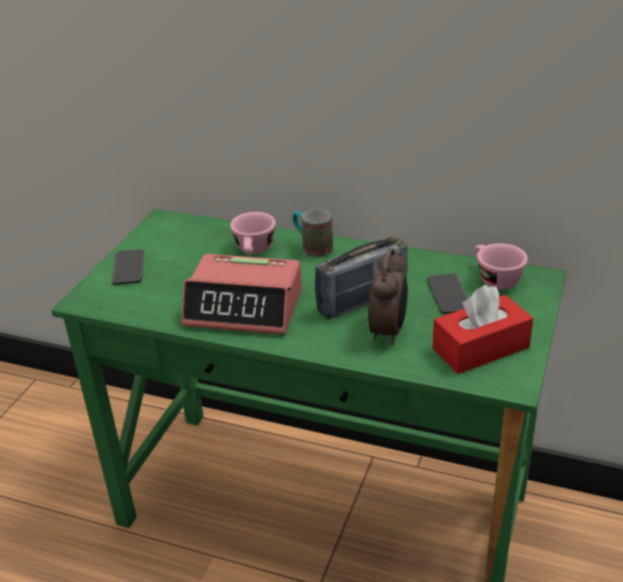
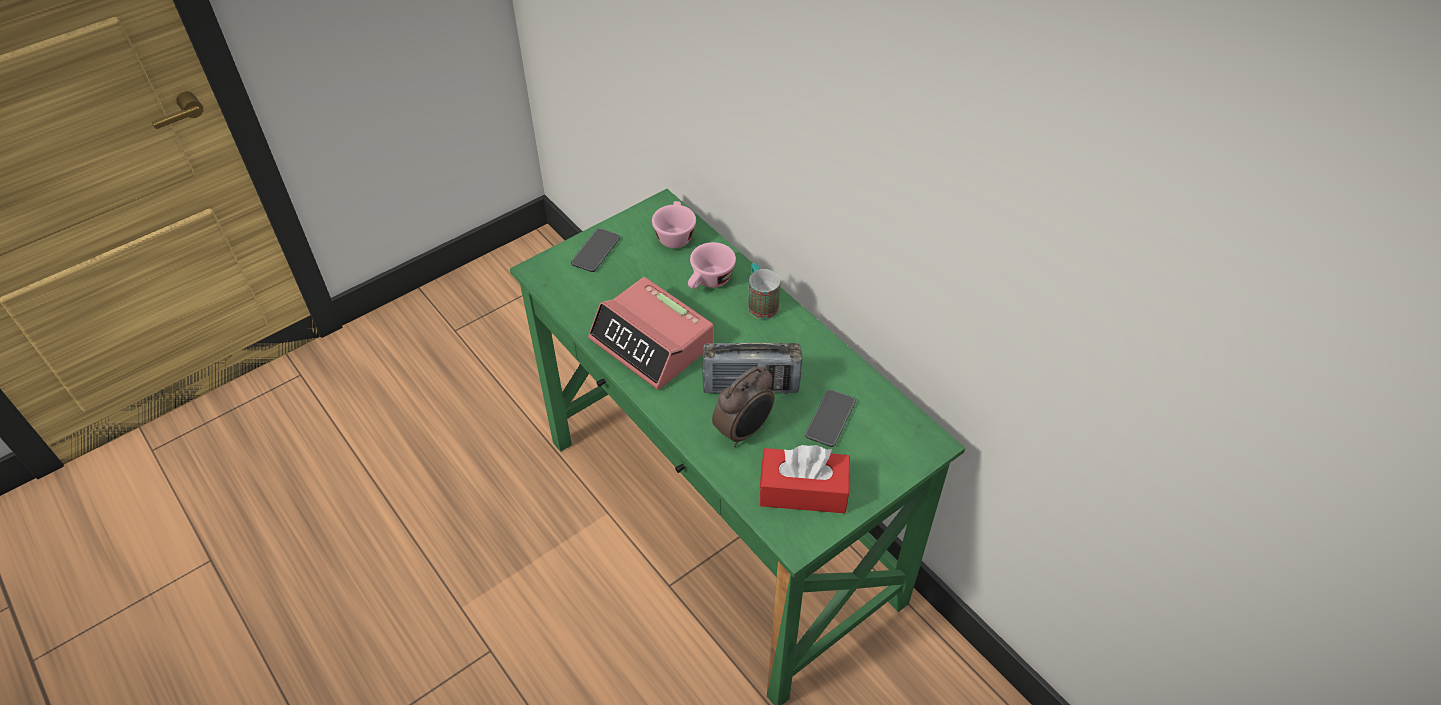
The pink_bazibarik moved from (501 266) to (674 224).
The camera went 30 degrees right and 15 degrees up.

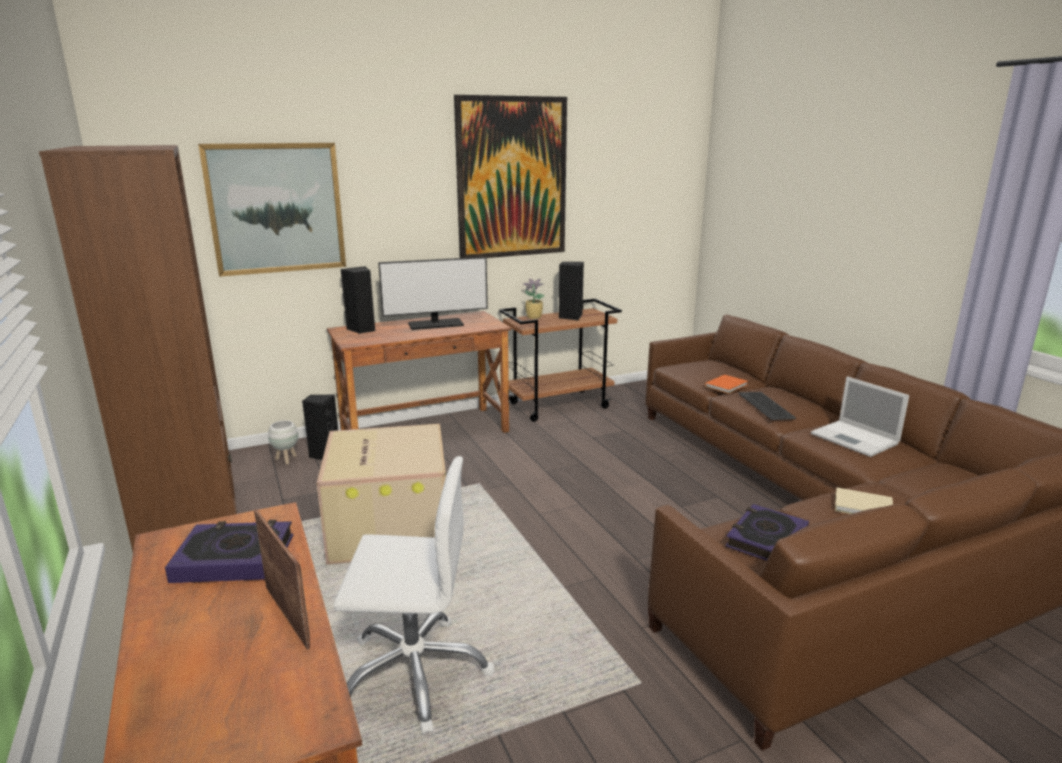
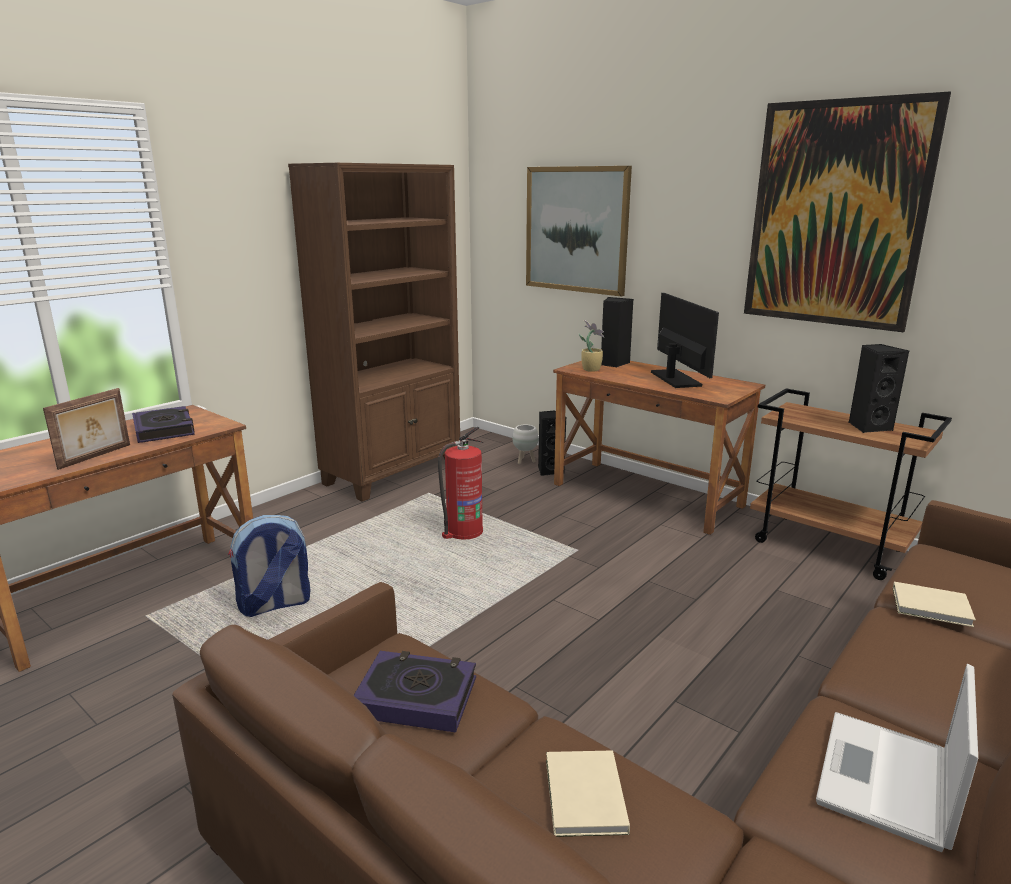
The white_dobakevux at (414 595) was replaced by the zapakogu at (269 566).
The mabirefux at (381 494) was replaced by the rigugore at (460 483).
The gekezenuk moved from (534 299) to (591 346).
The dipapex at (433 293) turned 150 degrees counterclockwise.
The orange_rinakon at (726 384) became the beige_rinakon at (934 604).
The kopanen at (767 406) disappeared.
The camera went 65 degrees right and 0 degrees up.

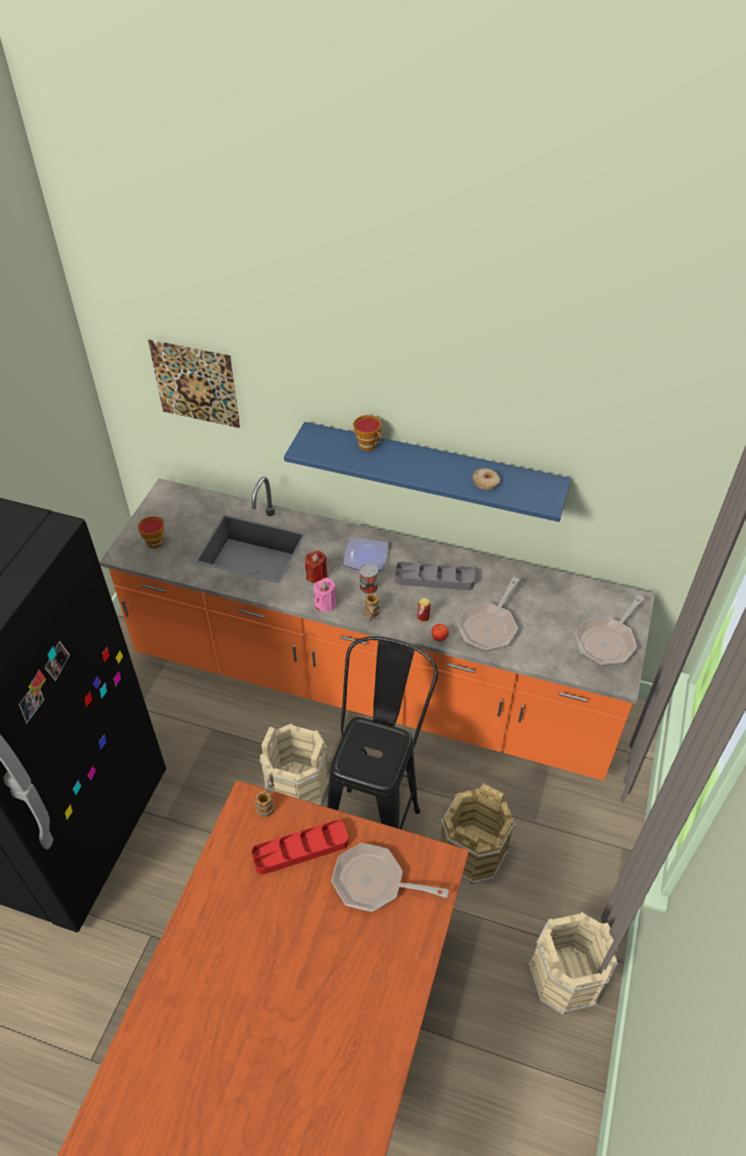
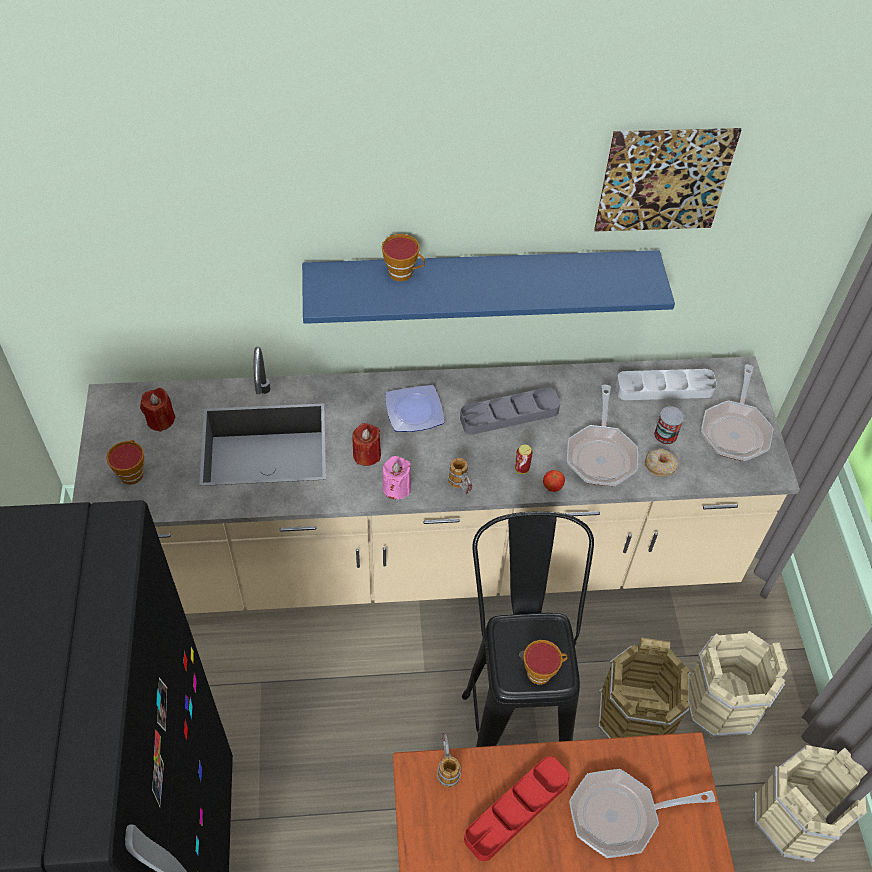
The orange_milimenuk at (377 629) became the beige_milimenuk at (436 480).
The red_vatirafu at (158 410) appeared.
The bazibarik at (545 662) appeared.
The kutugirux moved from (194 383) to (667 180).
The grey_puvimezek at (666 384) appeared.
The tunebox moved from (486 479) to (662 463).
The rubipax moved from (368 578) to (669 425).
The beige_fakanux moved from (294 764) to (738 684).
The camera went 25 degrees left and 5 degrees up.

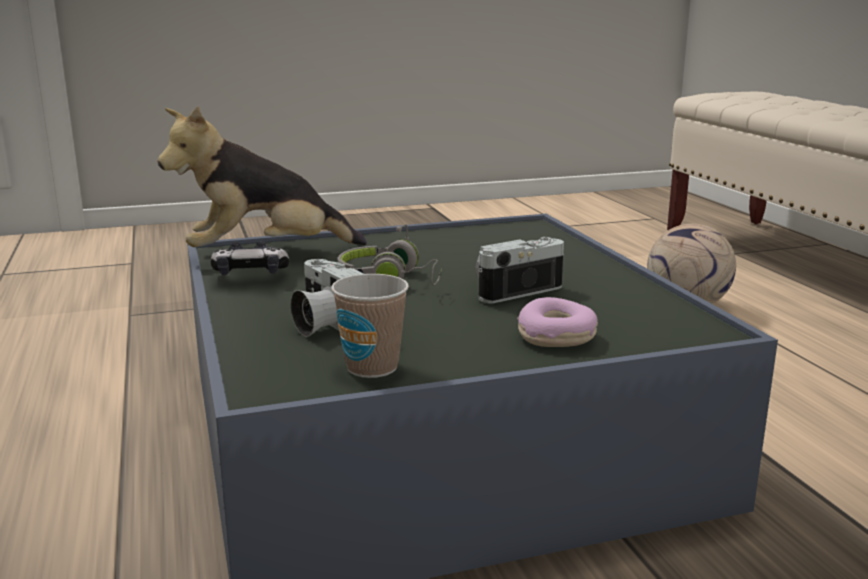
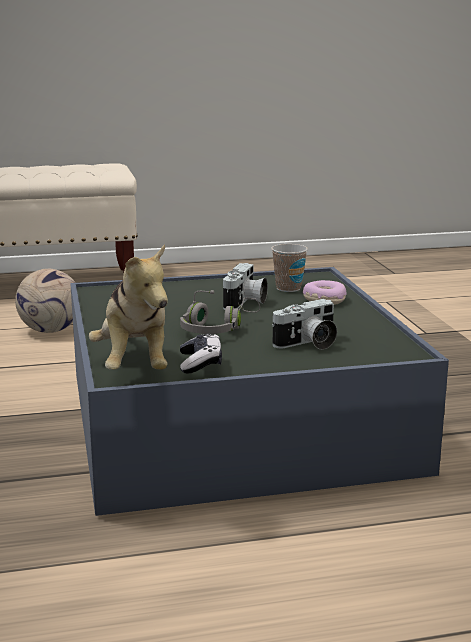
The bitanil at (519 270) turned 135 degrees counterclockwise.
The bazibarik moved from (370 326) to (289 268).
The camera went 85 degrees left and 0 degrees up.

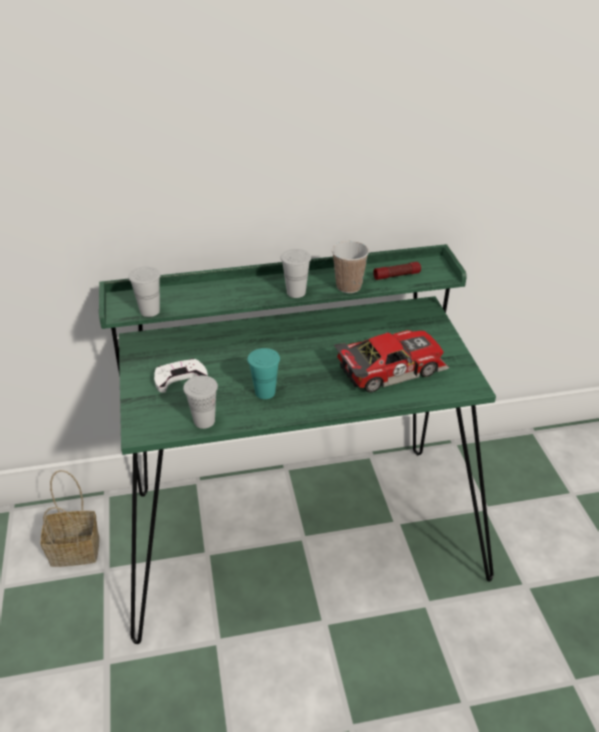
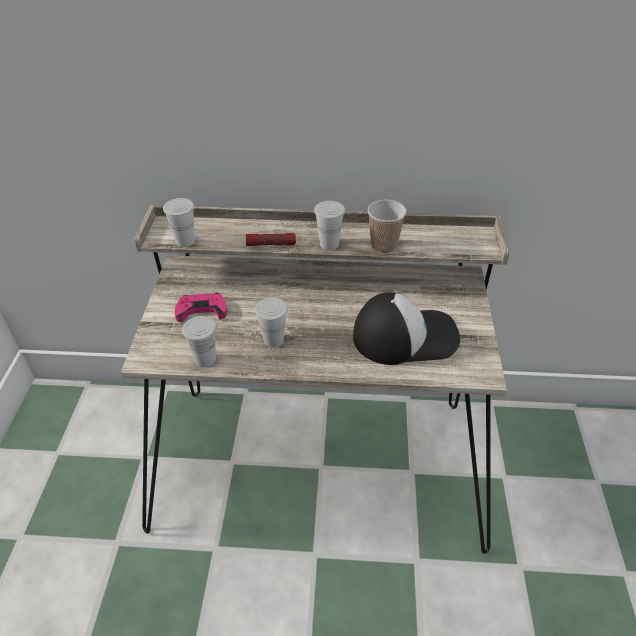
The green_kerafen at (297 444) became the beige_kerafen at (315 379).
The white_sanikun at (181 375) became the pink_sanikun at (201 307).
The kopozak moved from (397 271) to (271 239).
The turquoise_bazibarik at (263 373) became the white_bazibarik at (271 323).
The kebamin at (391 361) was replaced by the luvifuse at (406 329).
The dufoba at (69 518) disappeared.
The camera went 15 degrees right and 5 degrees up.

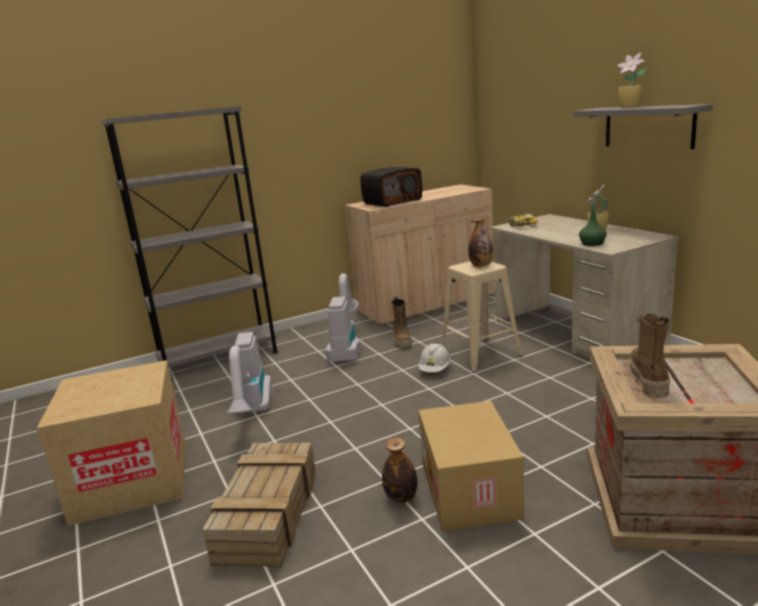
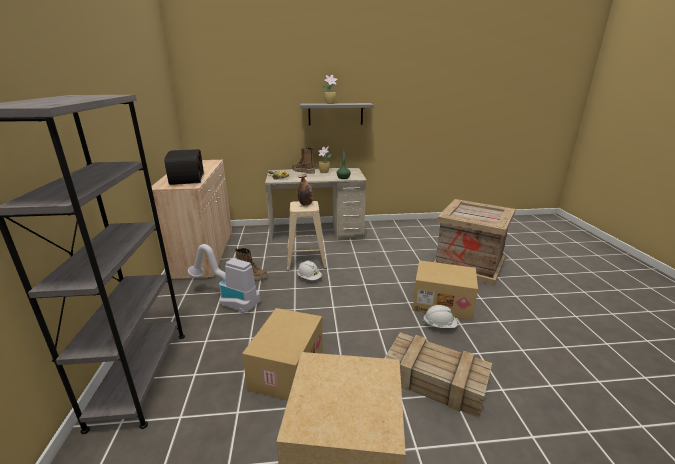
The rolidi at (249 373) was replaced by the mabirefux at (282 354).
The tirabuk moved from (650 356) to (303 160).
The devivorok at (399 470) was replaced by the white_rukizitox at (440 316).
The camera went 70 degrees left and 5 degrees up.

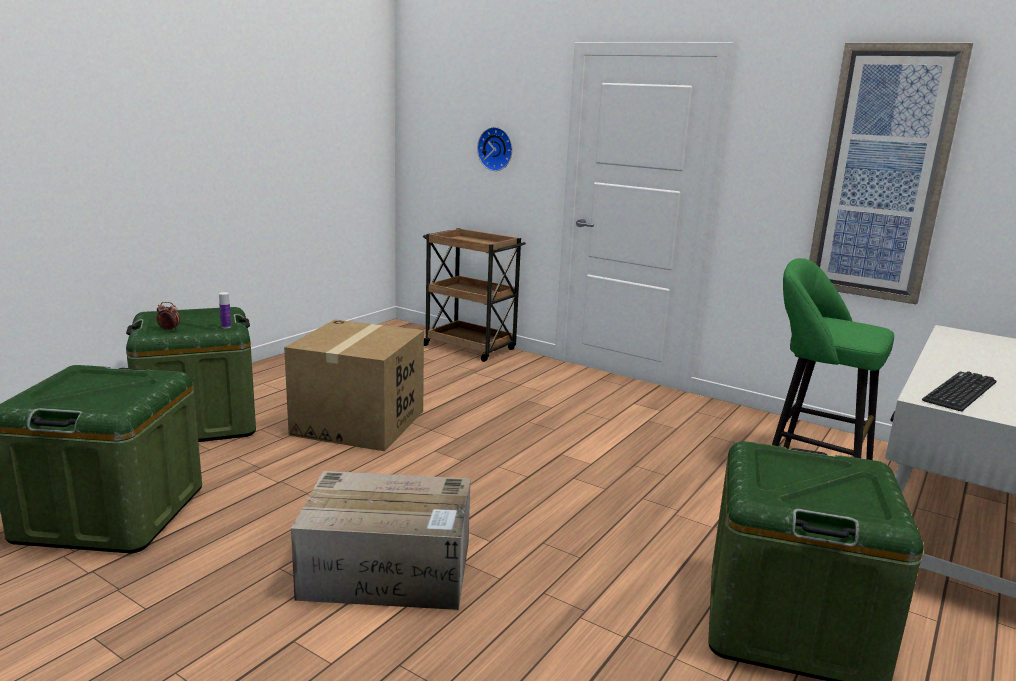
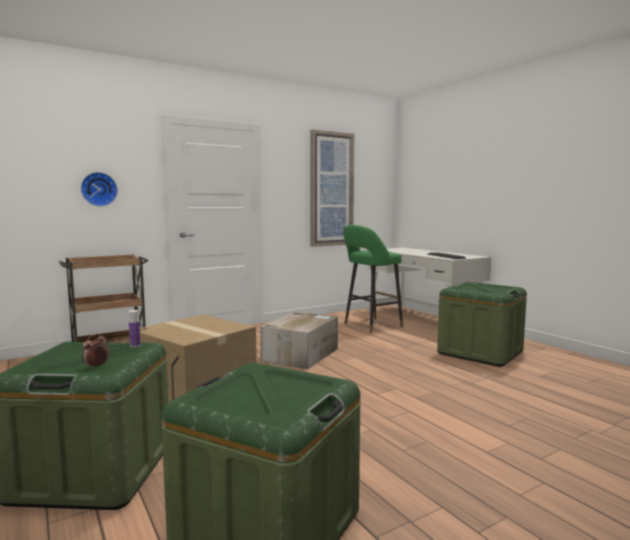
The mabirefux moved from (381 540) to (299 341).
The camera went 65 degrees left and 10 degrees down.

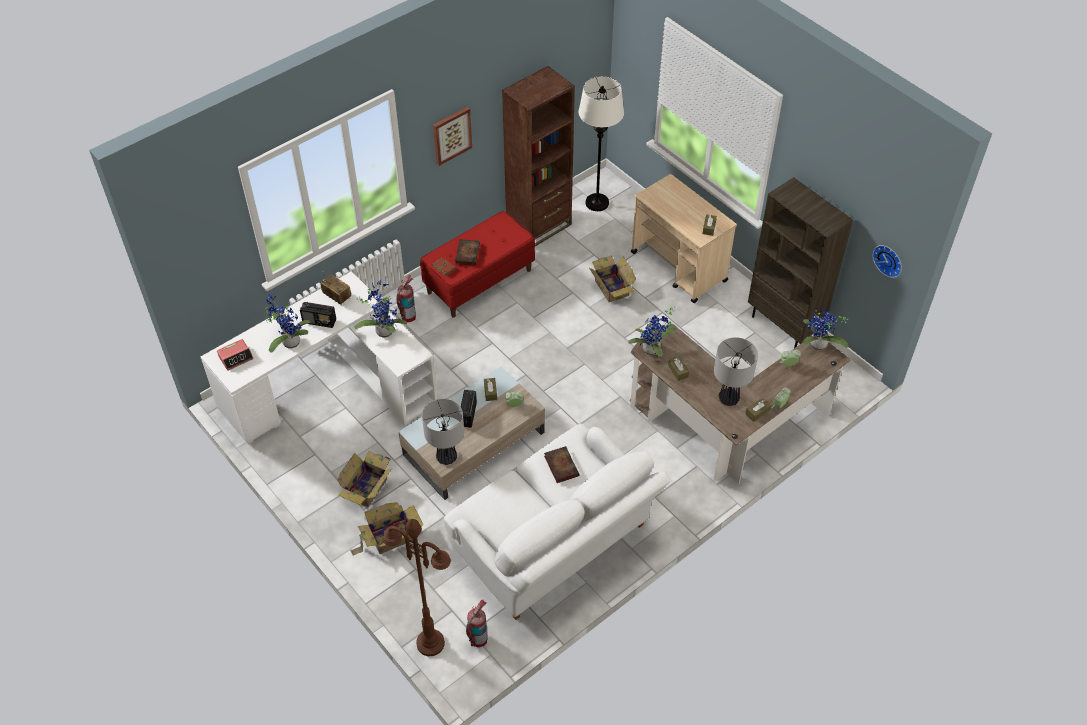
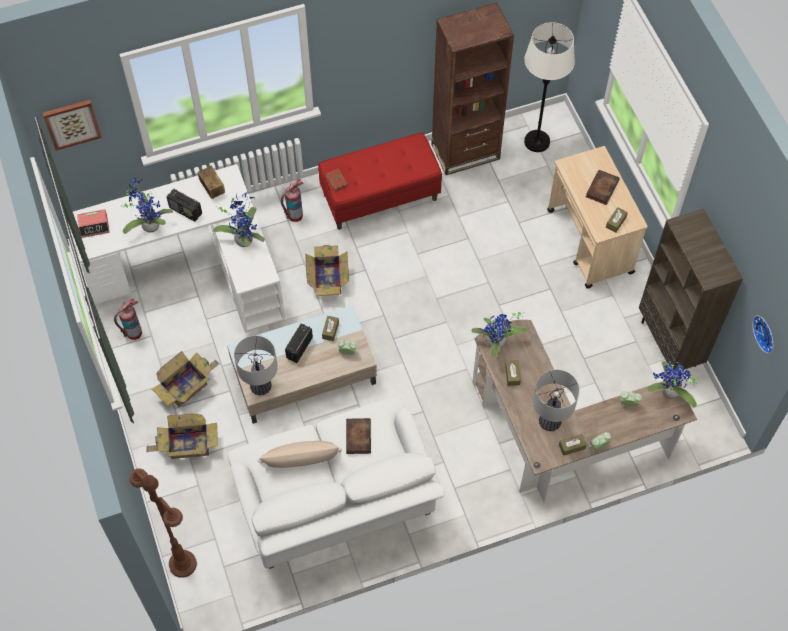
The kutugirux moved from (452 136) to (72 125).
The rigugore moved from (477 623) to (128 319).
The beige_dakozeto at (299 454) appeared.
The mabirefux moved from (612 278) to (327 270).
The rinakon moved from (467 252) to (603 187).
The camera went 20 degrees right and 10 degrees up.

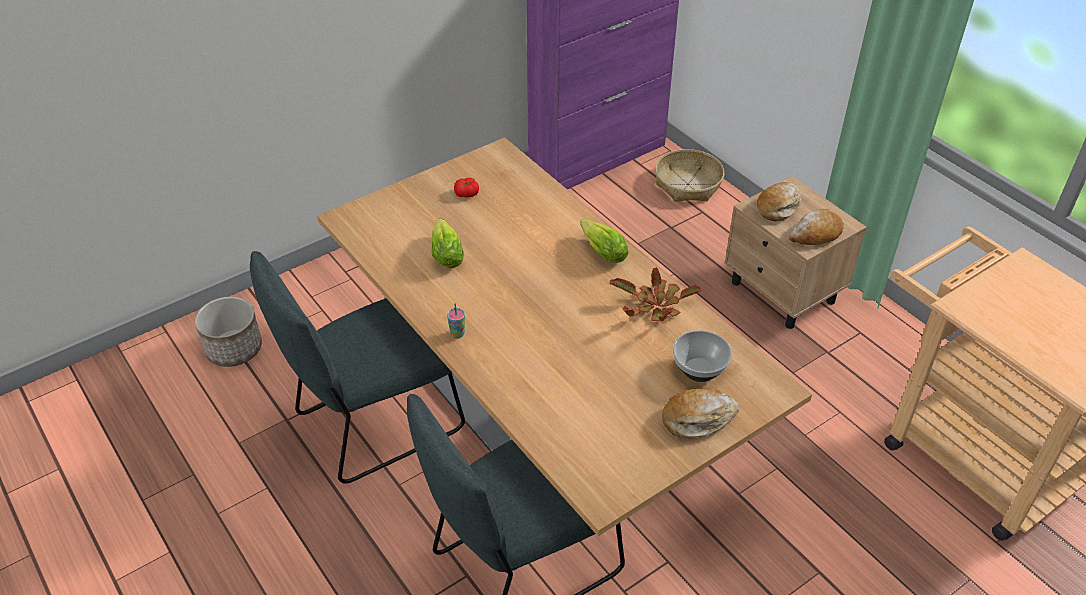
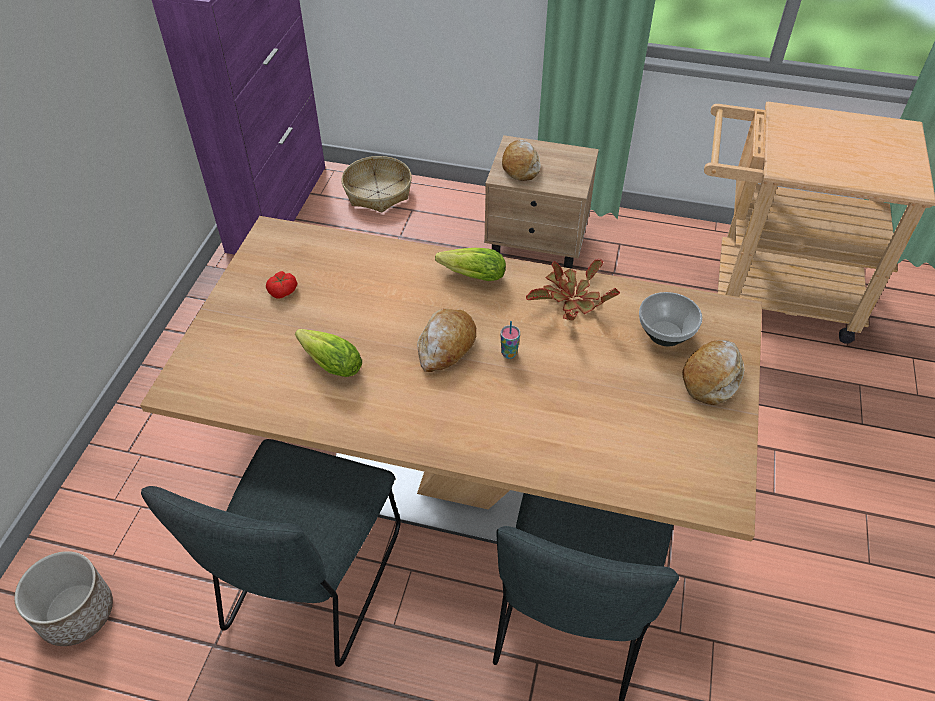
The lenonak moved from (816 227) to (446 340).
The bazibarik moved from (456 321) to (510 340).
The camera went 40 degrees left and 5 degrees up.

